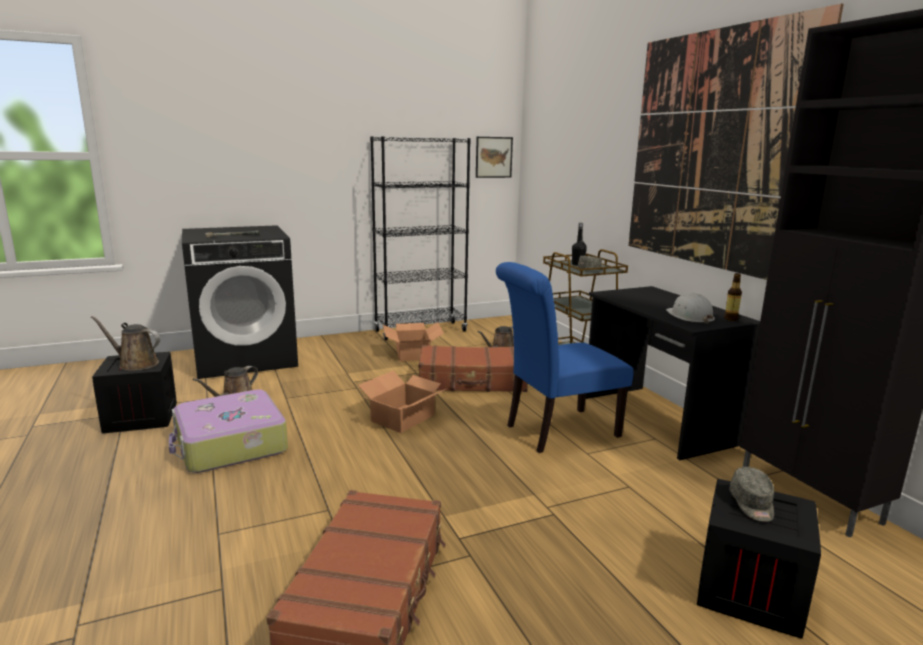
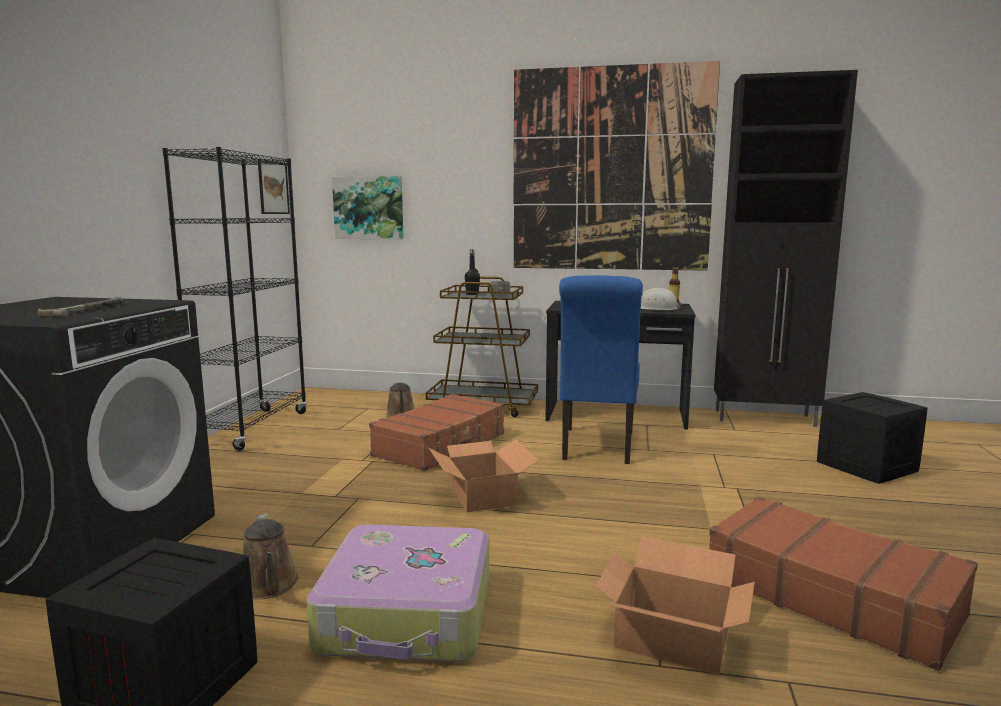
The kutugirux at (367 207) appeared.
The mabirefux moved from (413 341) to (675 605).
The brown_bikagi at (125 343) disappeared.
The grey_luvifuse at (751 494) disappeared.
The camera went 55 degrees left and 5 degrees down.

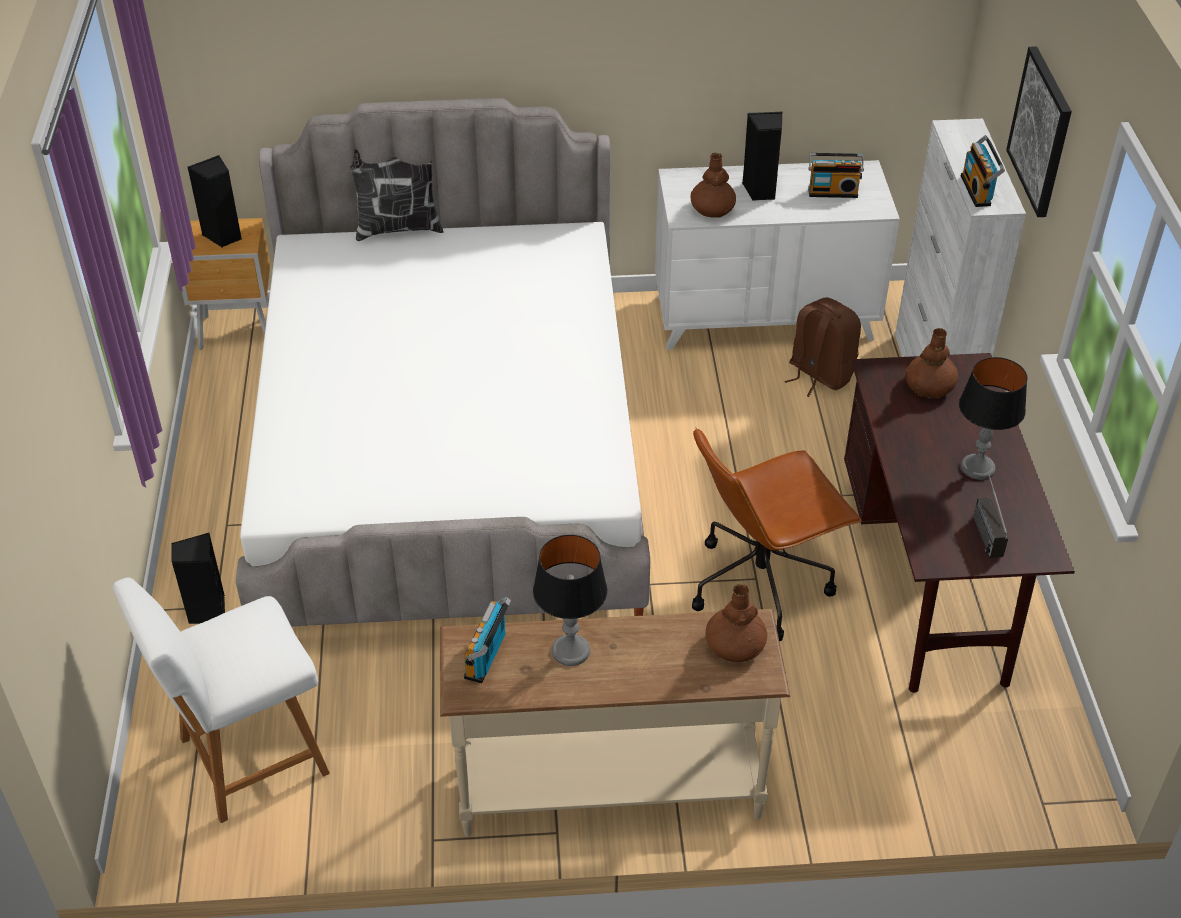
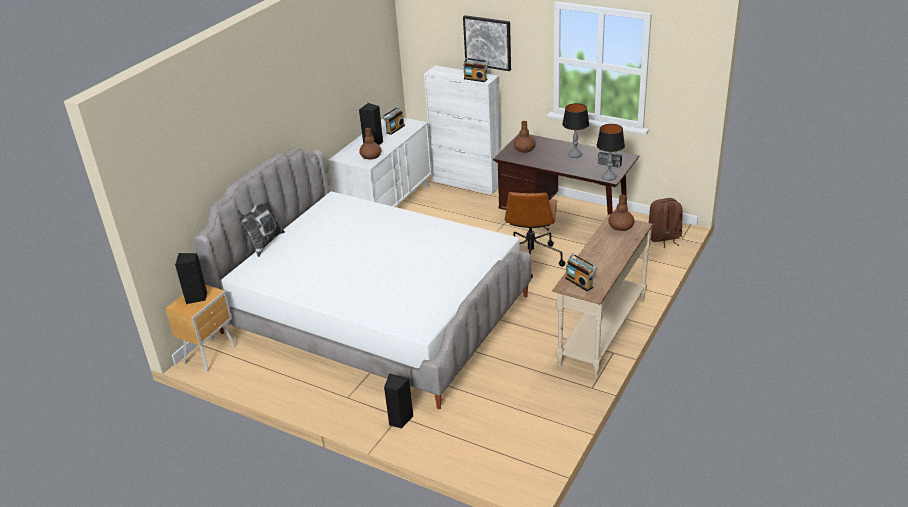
The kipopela moved from (570 600) to (610 152).
The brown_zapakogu moved from (822 347) to (666 223).
The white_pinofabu at (221 700) disappeared.
The camera went 55 degrees left and 10 degrees down.

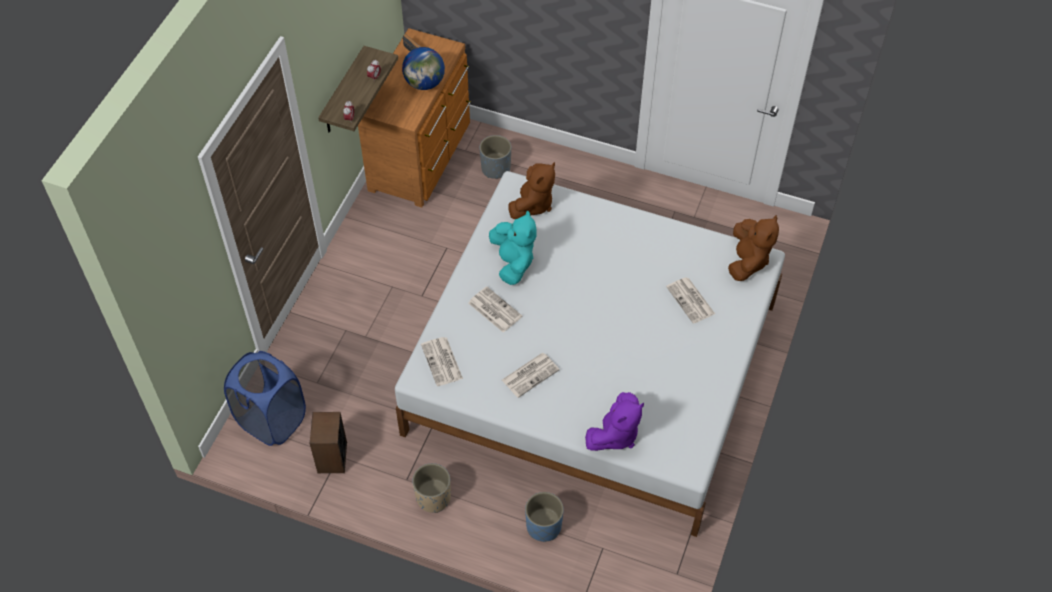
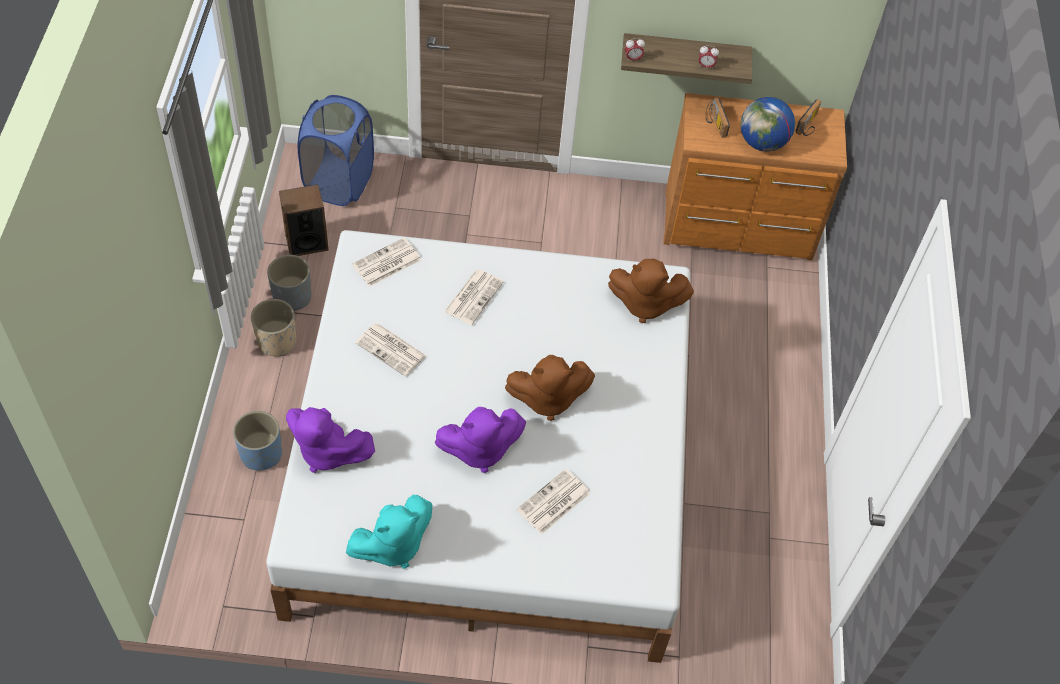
The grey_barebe moved from (495 157) to (289 283).
The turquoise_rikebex moved from (513 247) to (389 532).
The purple_rikebex at (480 440) appeared.
The brown_rikebex moved from (753 248) to (550 388).
The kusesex at (718 118) appeared.
The camera went 70 degrees right and 0 degrees up.

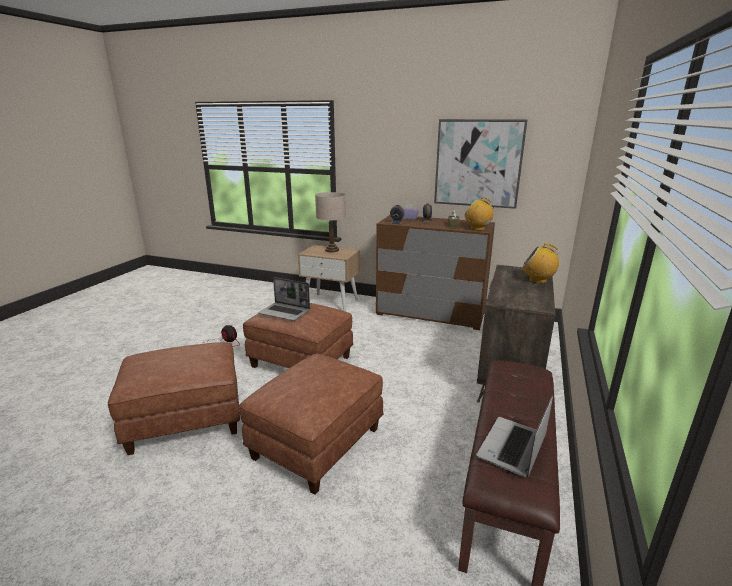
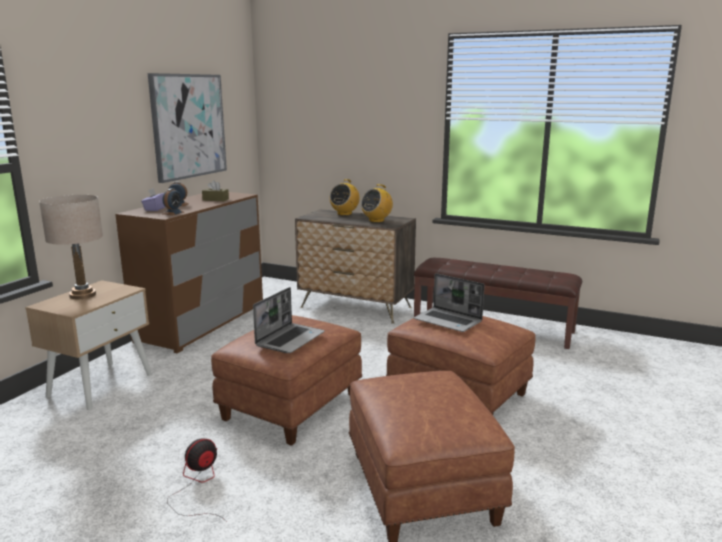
The kusesex moved from (481 213) to (377 203).
The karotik moved from (514 436) to (449 302).
The camera went 85 degrees left and 5 degrees down.

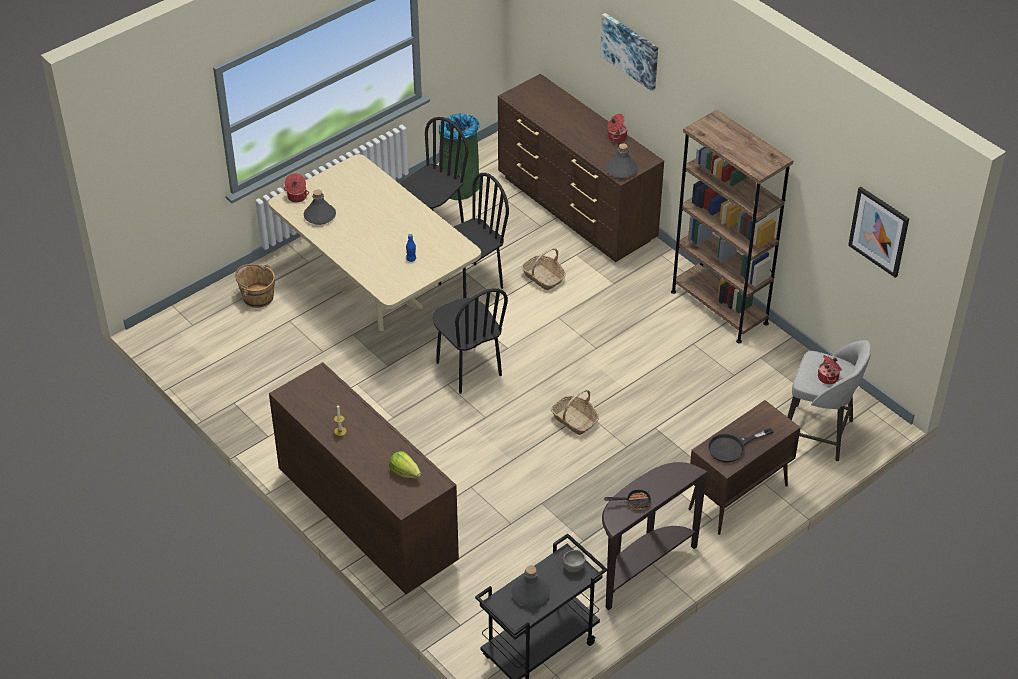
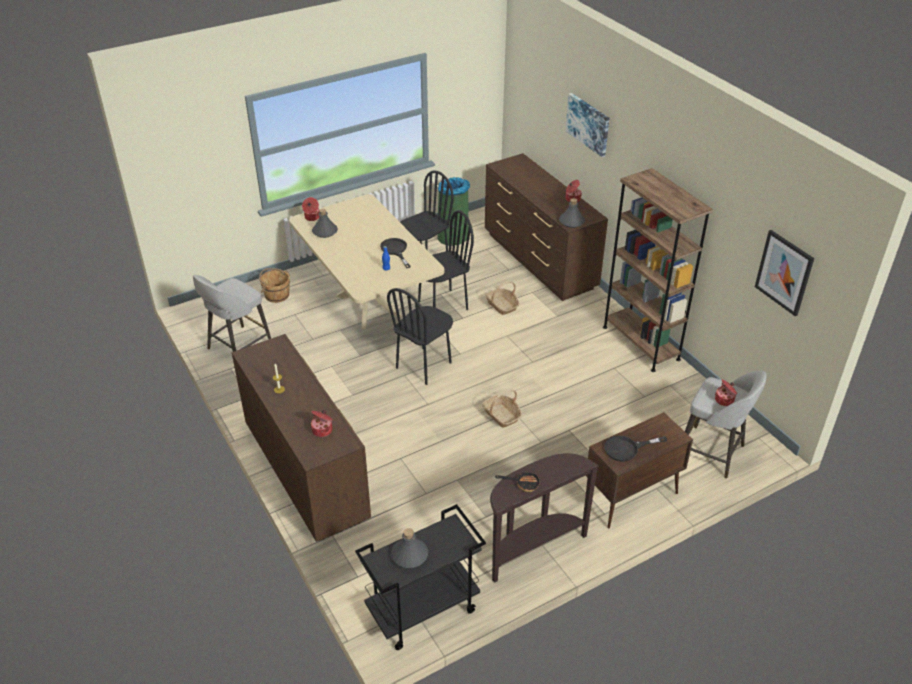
The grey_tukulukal at (232 313) appeared.
The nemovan at (405 464) was replaced by the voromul at (322 423).
The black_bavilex at (395 253) appeared.
The black_pinofabu at (470 341) turned 60 degrees clockwise.
The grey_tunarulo at (574 561) disappeared.
The camera went 10 degrees right and 5 degrees down.

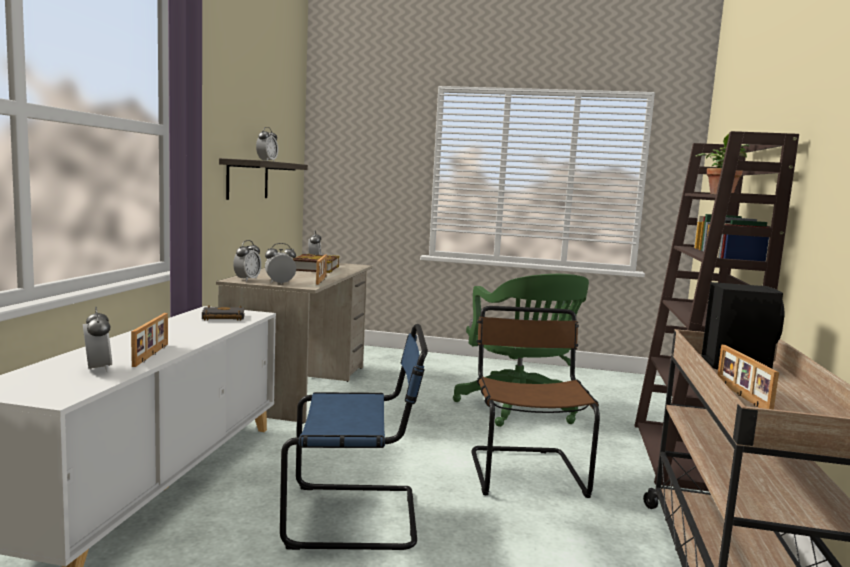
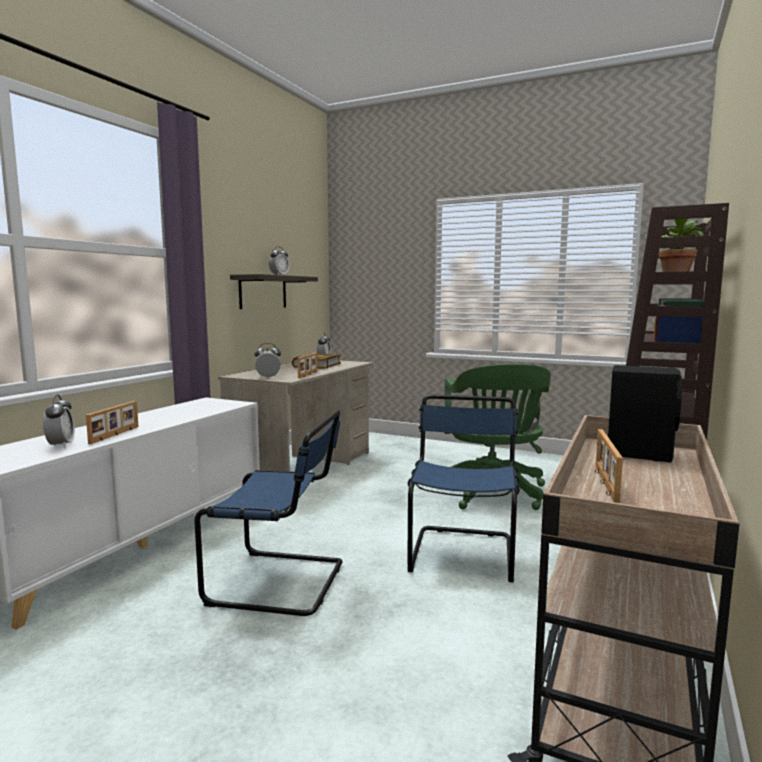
The brown_pinofabu at (535 402) became the blue_pinofabu at (463 488).
The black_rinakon at (223 313) disappeared.
The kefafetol at (247 261) disappeared.
The camera went 15 degrees right and 0 degrees up.

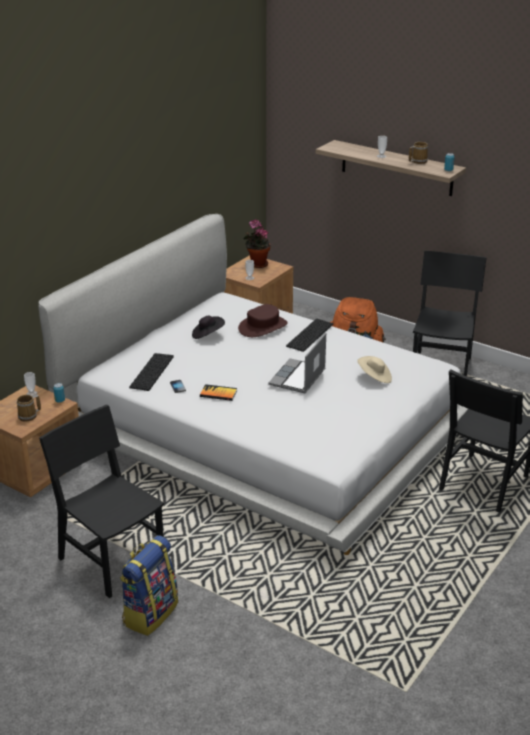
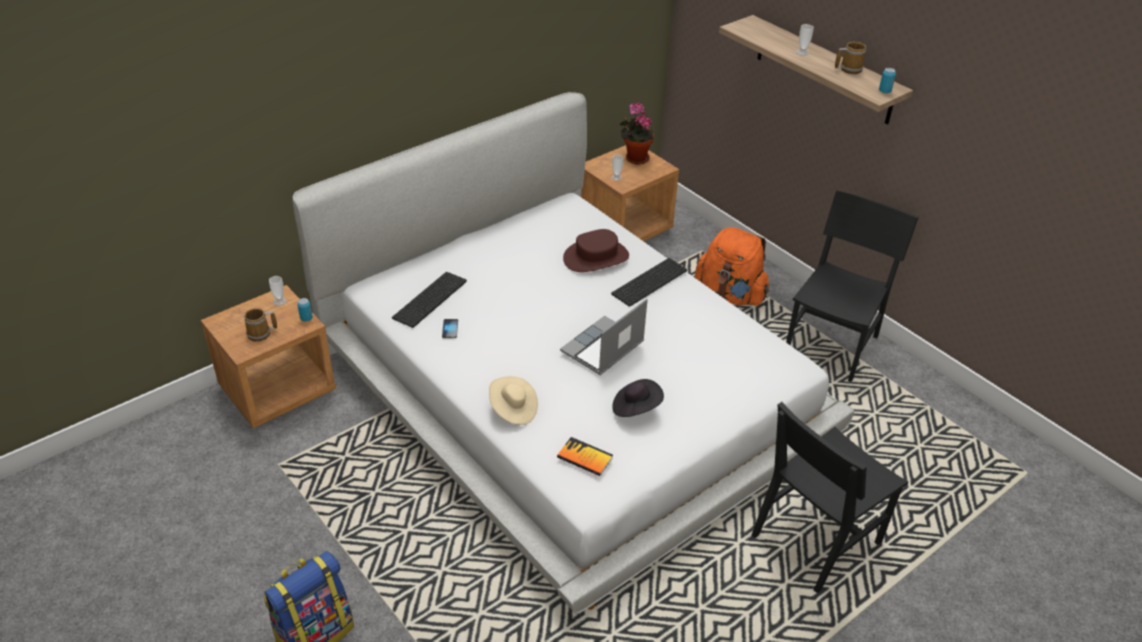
The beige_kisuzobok moved from (374 369) to (513 400).
The rinakon moved from (218 392) to (585 456).
The black_kisuzobok moved from (208 327) to (638 398).
The black_pinofabu at (101 501) disappeared.
The camera went 15 degrees right and 10 degrees up.

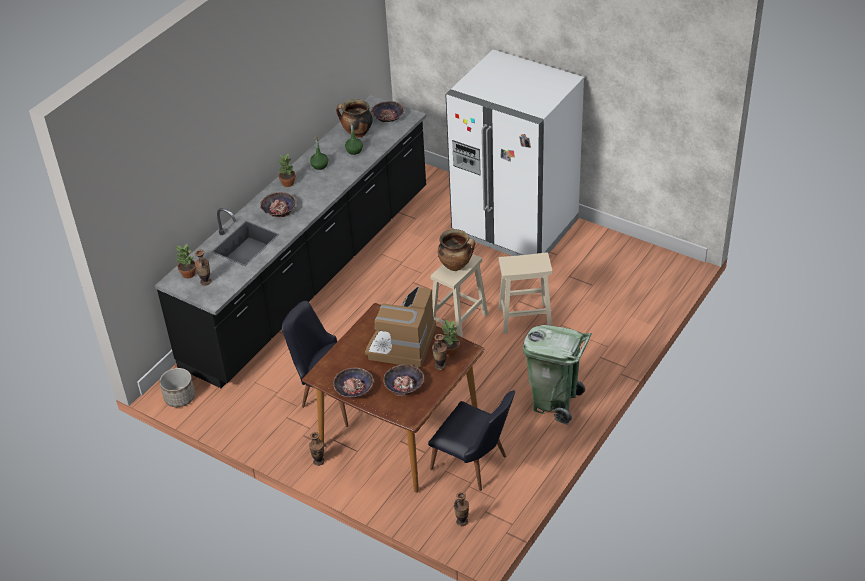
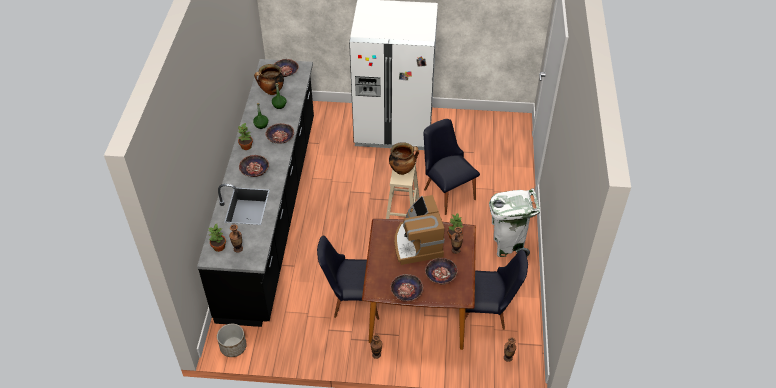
The tunarulo at (280 133) appeared.
The beige_tukulukal at (525 293) was replaced by the black_pinofabu at (452 167).
The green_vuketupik at (557 374) became the white_vuketupik at (514 223).
The camera went 30 degrees left and 5 degrees up.

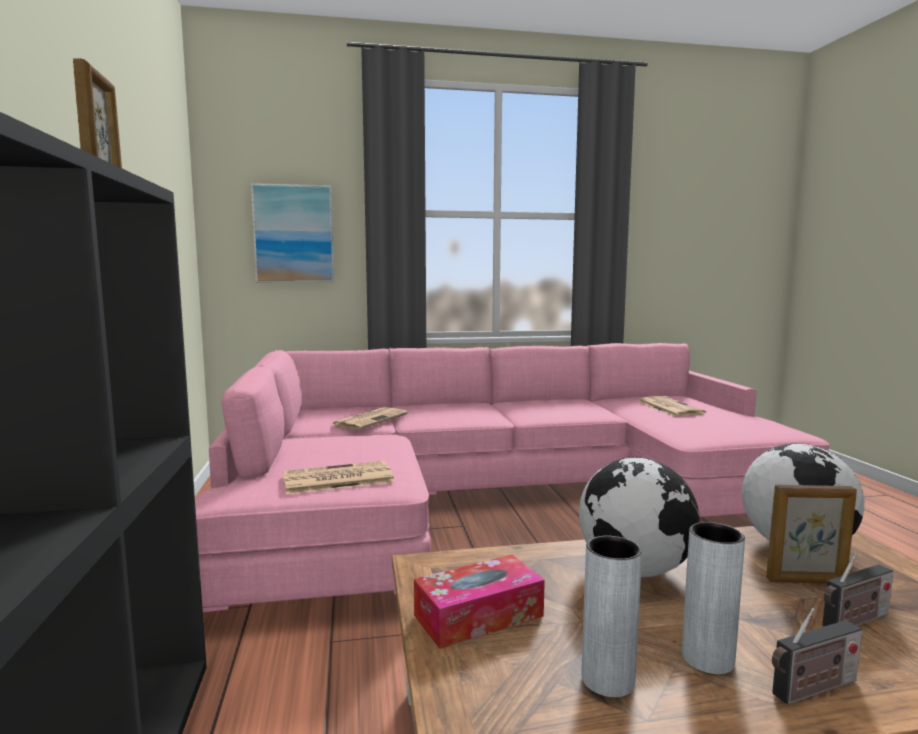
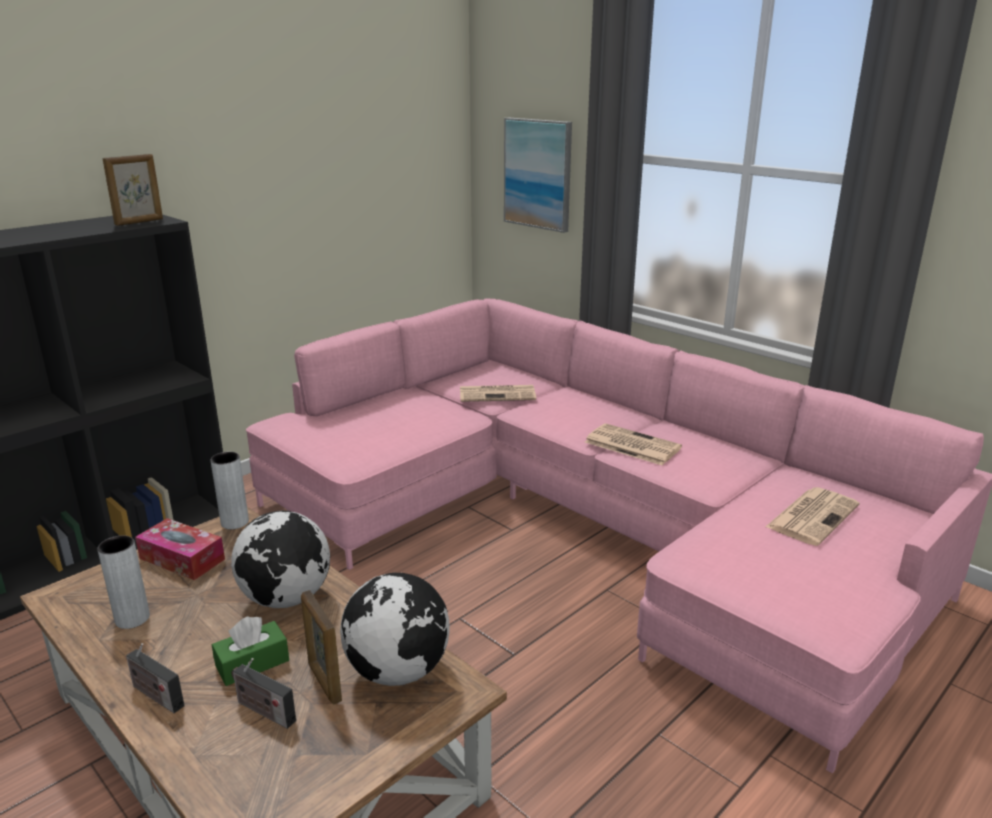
The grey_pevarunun moved from (713 598) to (229 490).
The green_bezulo at (250 651) appeared.
The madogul moved from (339 477) to (633 444).
The camera went 55 degrees right and 15 degrees up.

